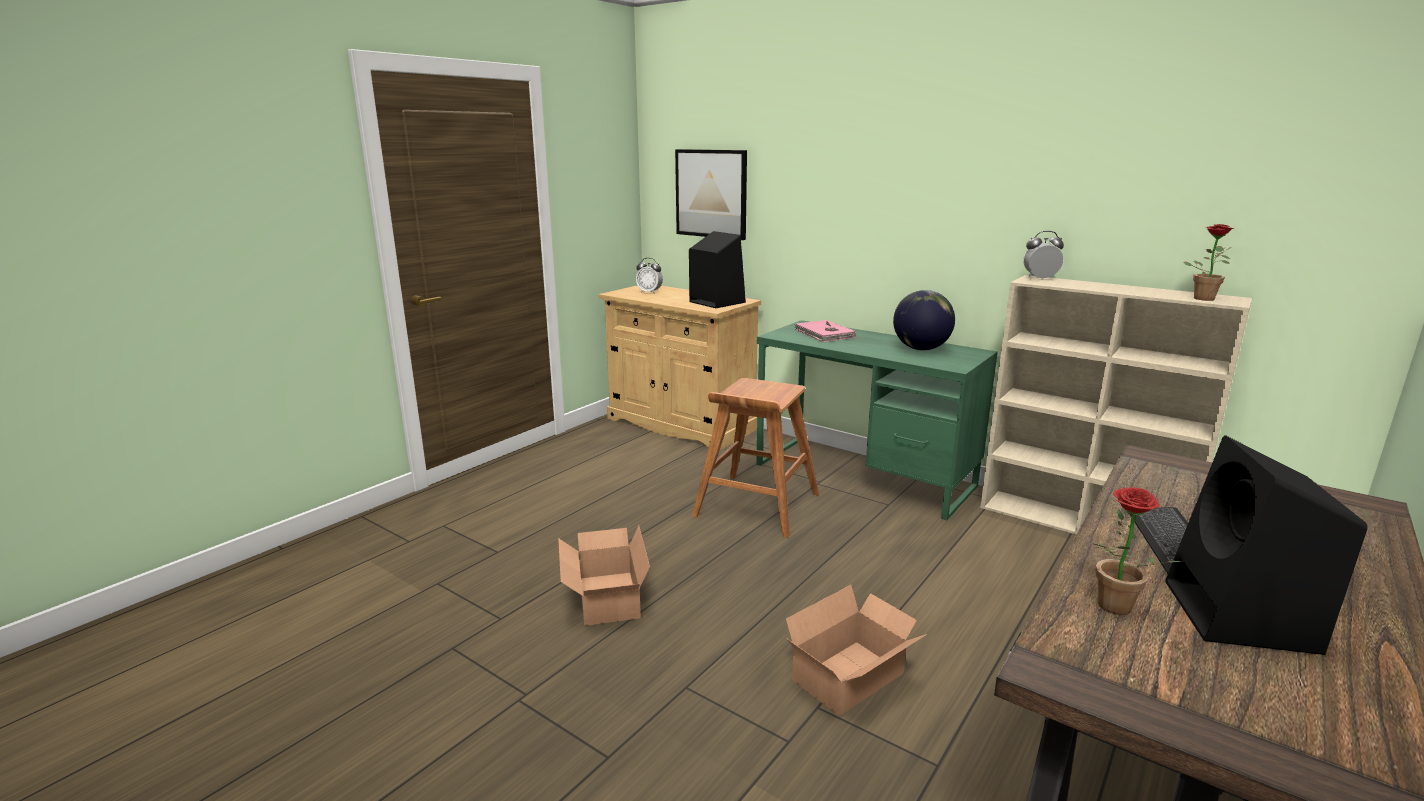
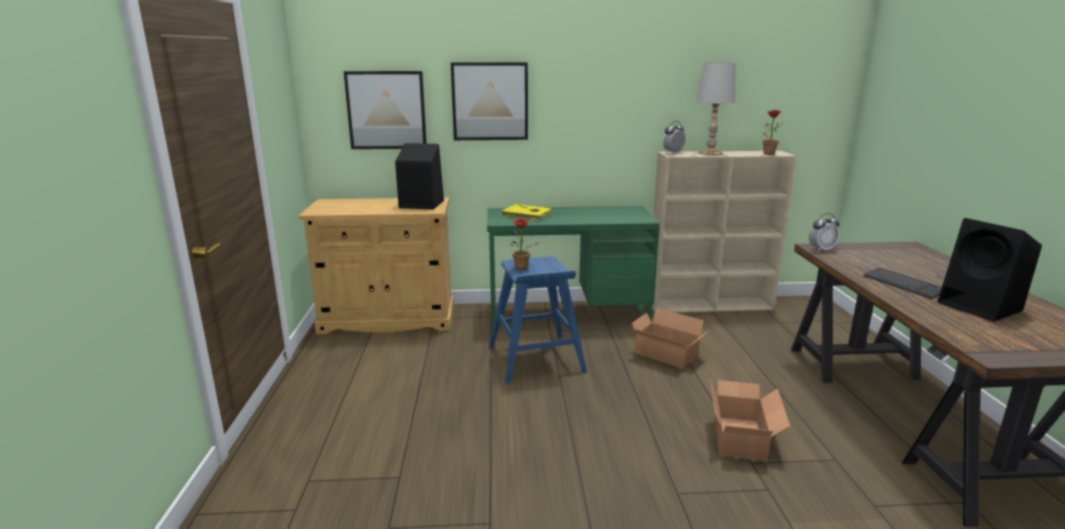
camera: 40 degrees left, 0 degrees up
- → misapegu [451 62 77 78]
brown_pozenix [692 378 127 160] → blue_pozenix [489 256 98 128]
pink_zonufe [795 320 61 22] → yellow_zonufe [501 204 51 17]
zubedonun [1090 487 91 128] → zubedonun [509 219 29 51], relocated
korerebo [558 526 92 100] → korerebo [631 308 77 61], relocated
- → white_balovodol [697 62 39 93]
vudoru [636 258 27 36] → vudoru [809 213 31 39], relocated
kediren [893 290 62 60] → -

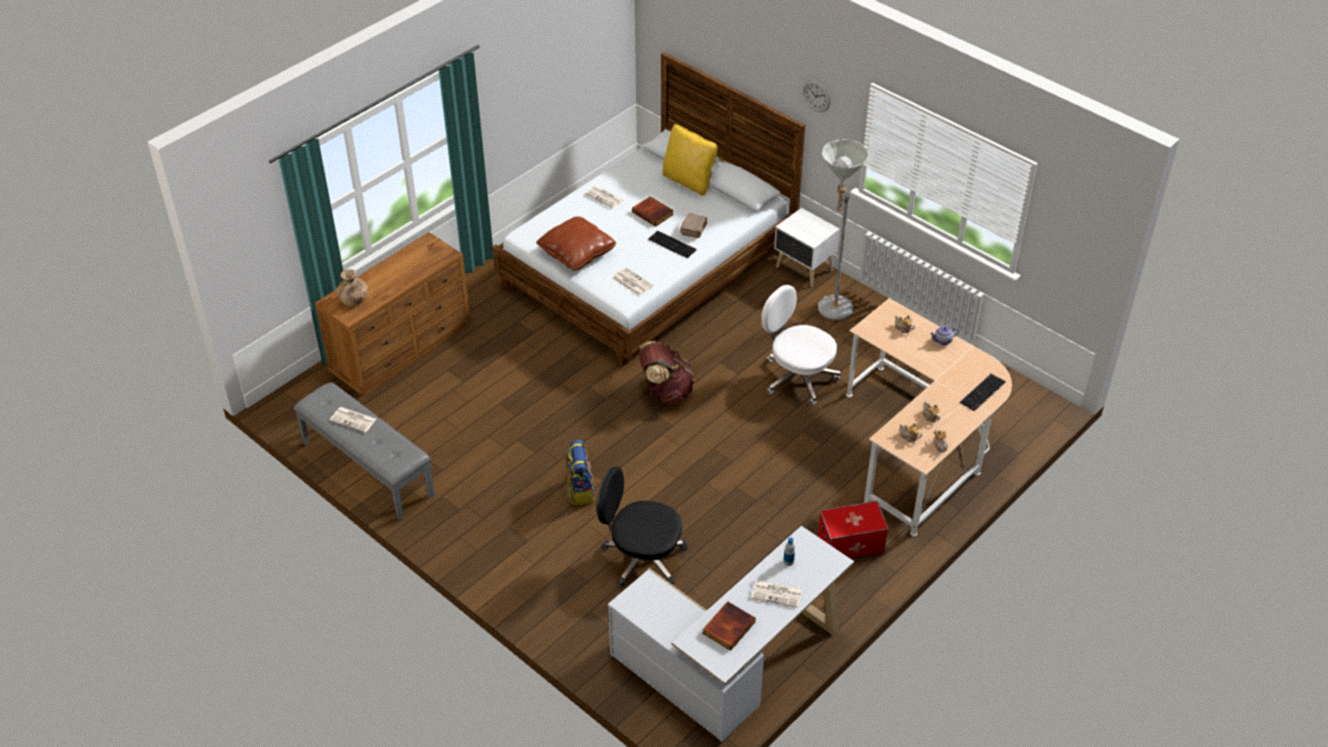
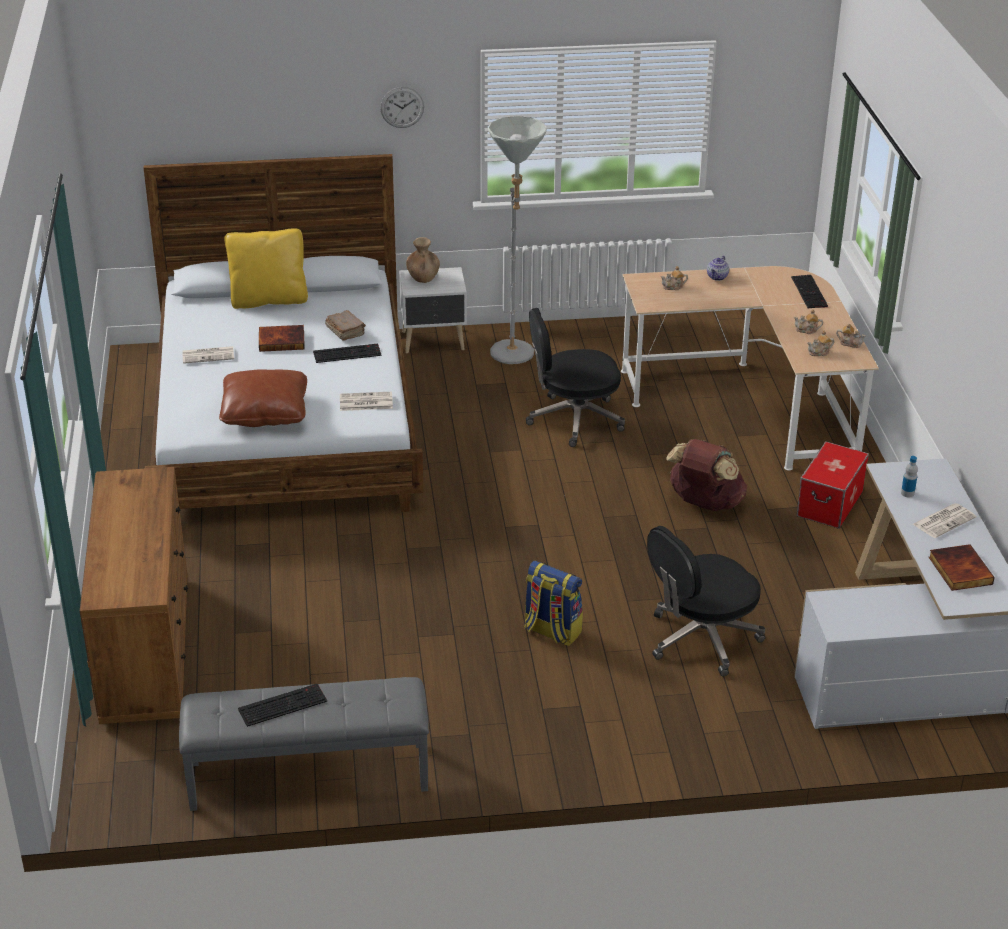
camera: 50 degrees left, 10 degrees down
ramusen [330 407 46 25] → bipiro [238 683 89 44]
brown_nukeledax [336 269 32 37] → brown_nukeledax [406 237 34 46], relocated
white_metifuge [761 285 80 120] → black_metifuge [526 308 99 139]
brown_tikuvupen [639 341 56 63] → brown_tikuvupen [666 439 81 72], relocated

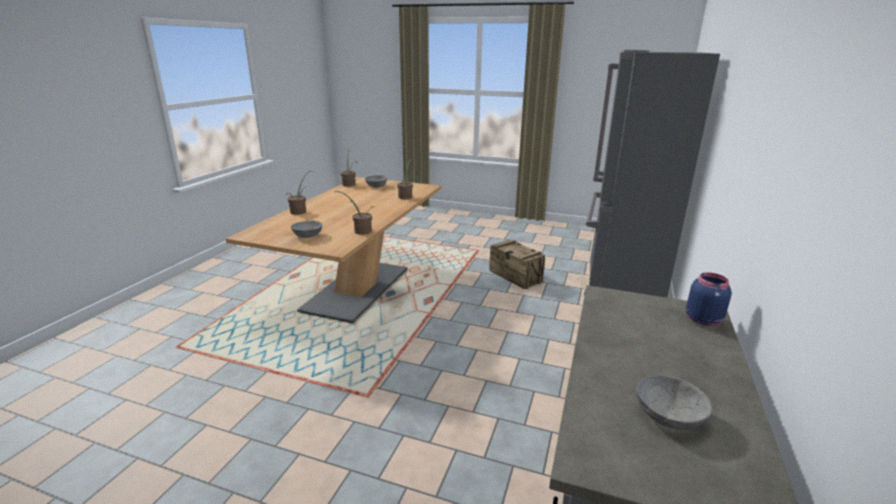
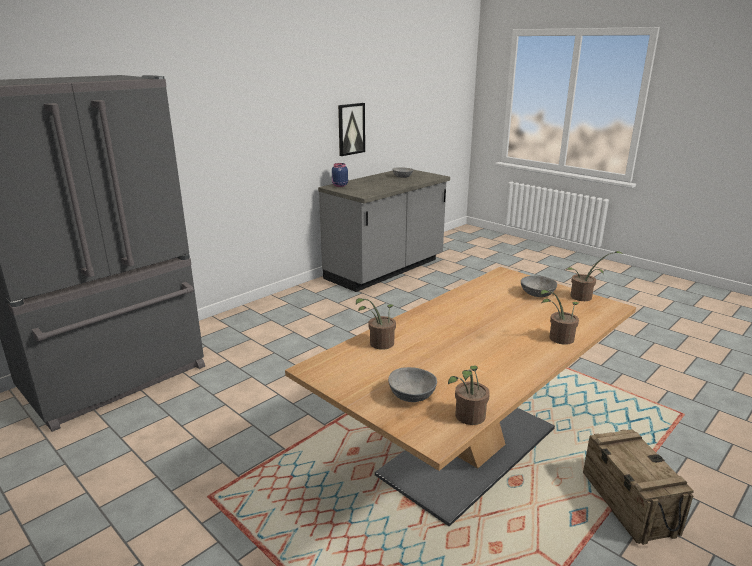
camera: 155 degrees left, 0 degrees up
- → misapegu [338 103 27 53]
zubedonun [332 191 43 44] → zubedonun [567 251 57 50], relocated
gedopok [489 240 56 49] → gedopok [583 429 111 116], relocated

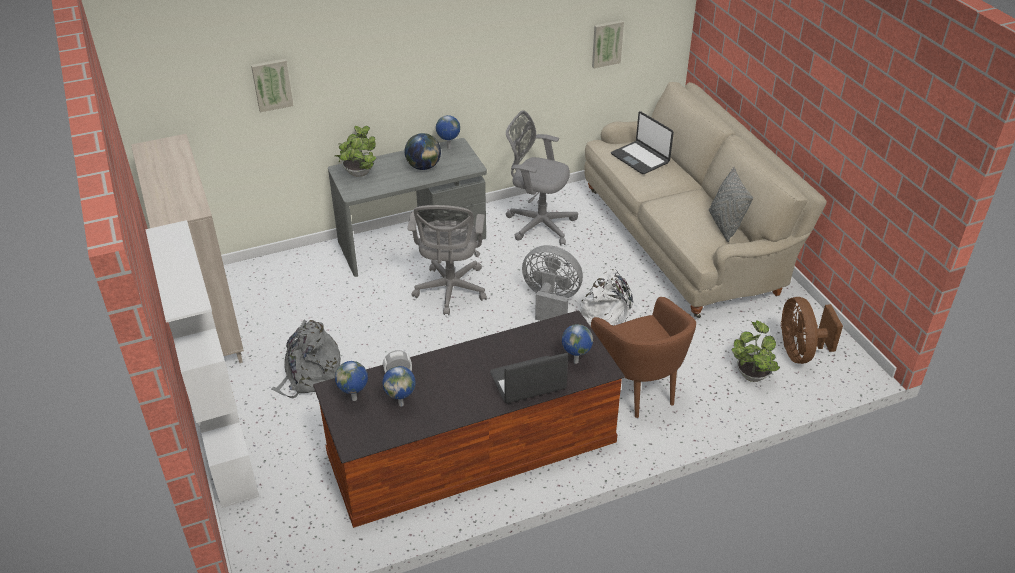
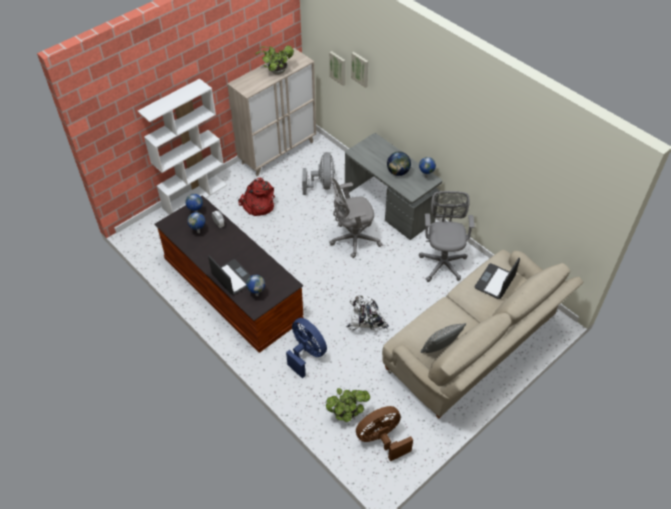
camera: 70 degrees right, 10 degrees up
grey_tikuvupen [271 320 70 78] → red_tikuvupen [238 178 37 38]
zubedonun [335 126 42 51] → zubedonun [256 45 38 30], relocated
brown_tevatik [591 297 105 121] → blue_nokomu [286 318 41 60]
grey_nokomu [522 245 61 76] → grey_nokomu [302 152 33 43], relocated
misapegu [592 20 32 48] → misapegu [329 51 16 35], relocated

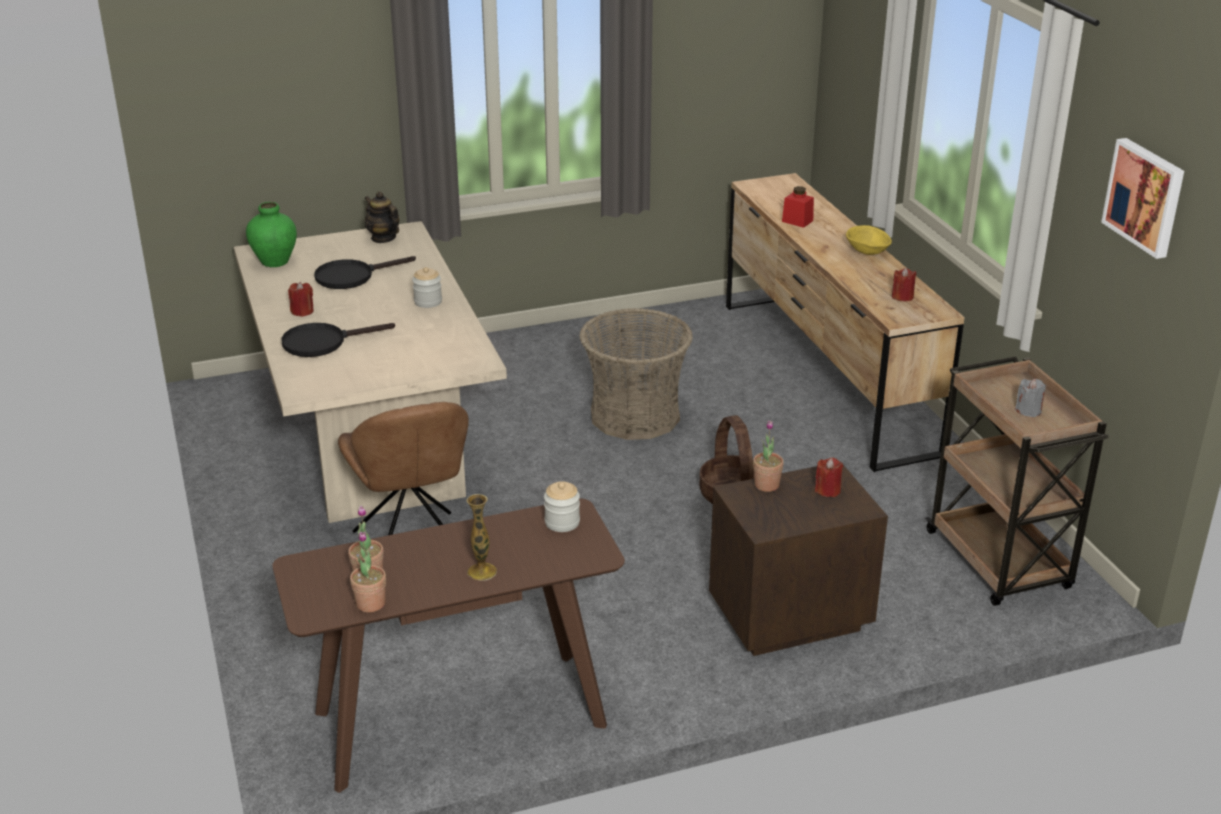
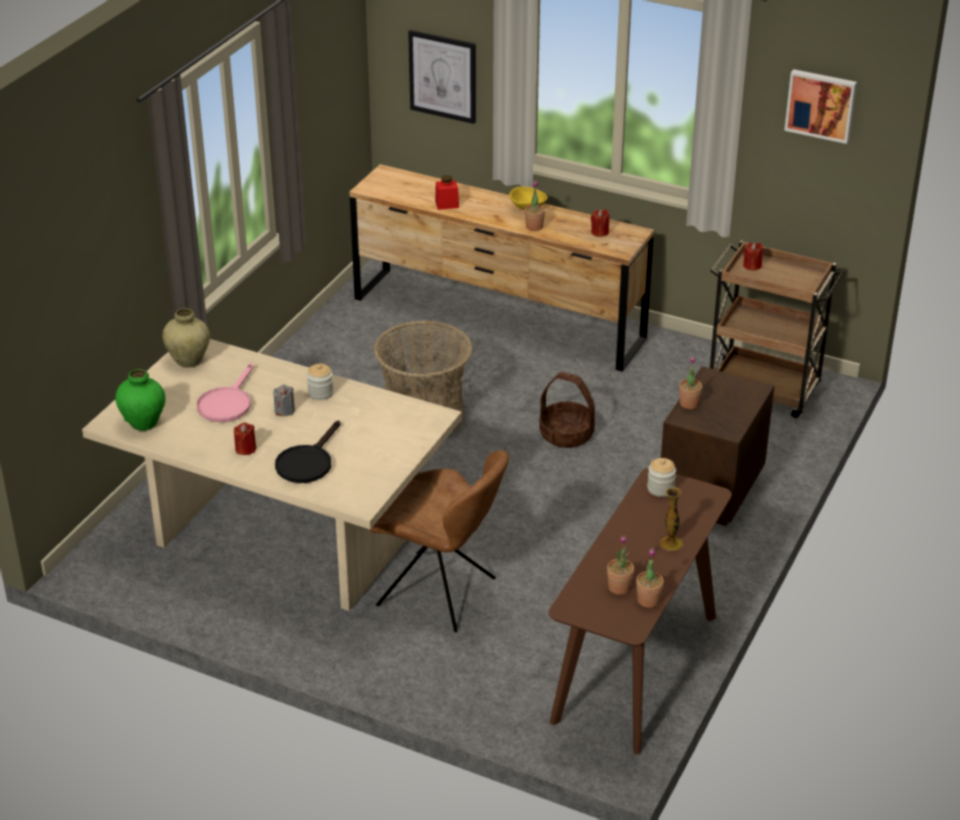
camera: 45 degrees left, 5 degrees up
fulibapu [365 191 34 52] → beige_nukeledax [162 308 48 60]
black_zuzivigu [314 256 102 33] → pink_zuzivigu [197 363 57 59]
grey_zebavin [1015 379 31 38] → grey_zebavin [273 385 22 31], relocated
- → misapegu [408 30 68 94]
- → zubedonun [525 181 20 50]
red_zebavin [815 457 28 40] → red_zebavin [743 242 20 28], relocated

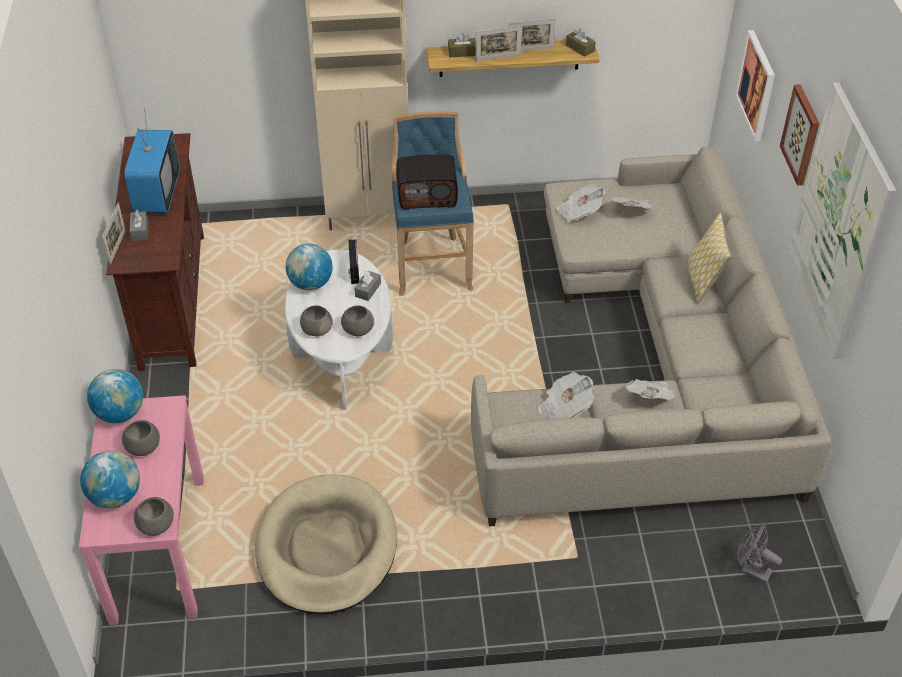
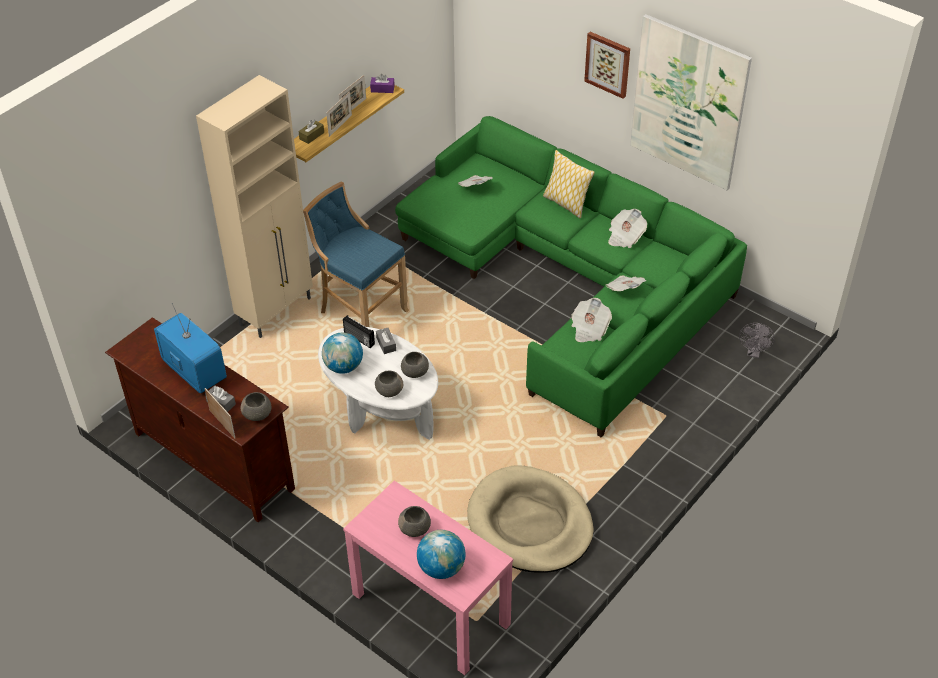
camera: 45 degrees left, 0 degrees up
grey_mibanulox [134 497 40 39] → grey_mibanulox [240 392 32 29], relocated
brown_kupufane [566 29 30 28] → purple_kupufane [370 74 25 19]
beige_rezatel [471 147 360 379] → green_rezatel [395 116 352 321]
ramusen [556 184 50 38] → ramusen [608 209 39 39], relocated
grey_nokomu [737 525 45 58] → grey_nokomu [739 323 36 35], 60 degrees counterclockwise
kediren [87 369 56 54] → -
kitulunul [396 154 62 56] → -
misapegu [735 30 40 111] → -

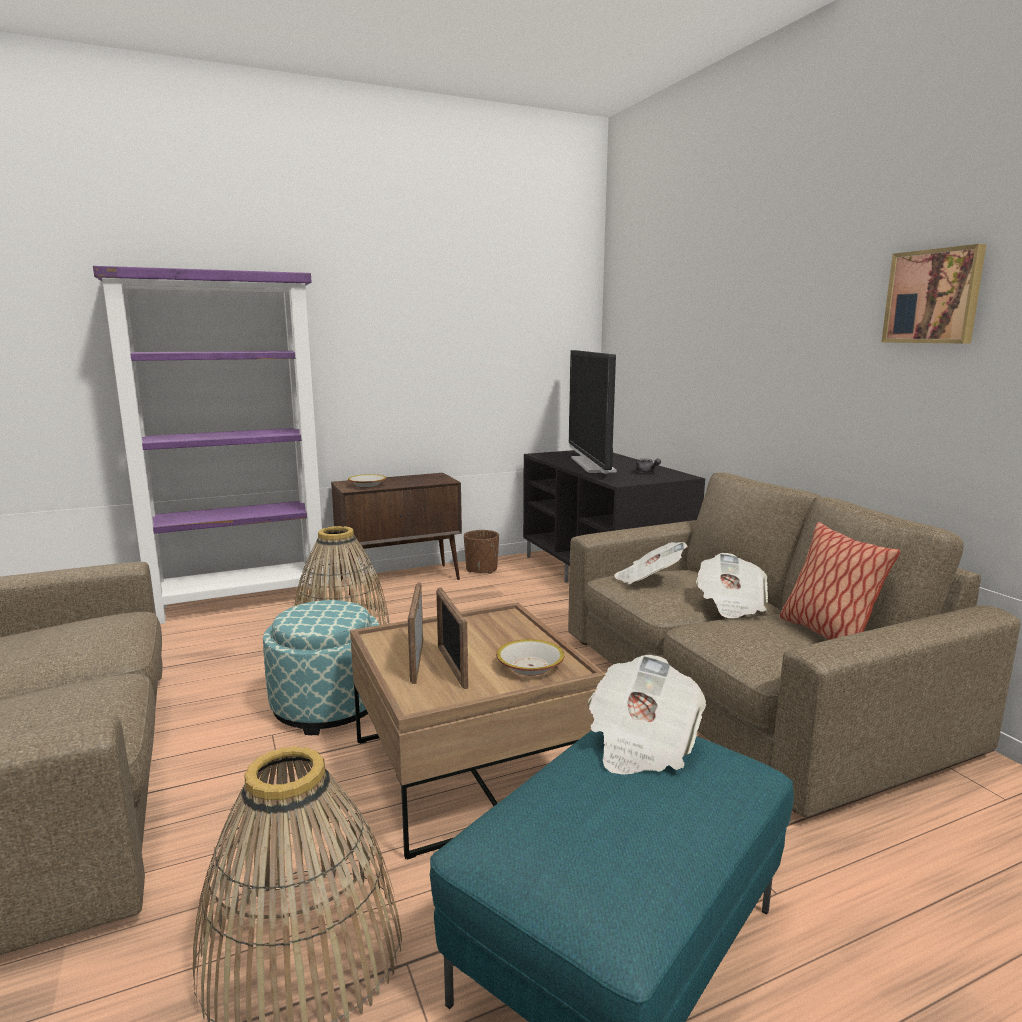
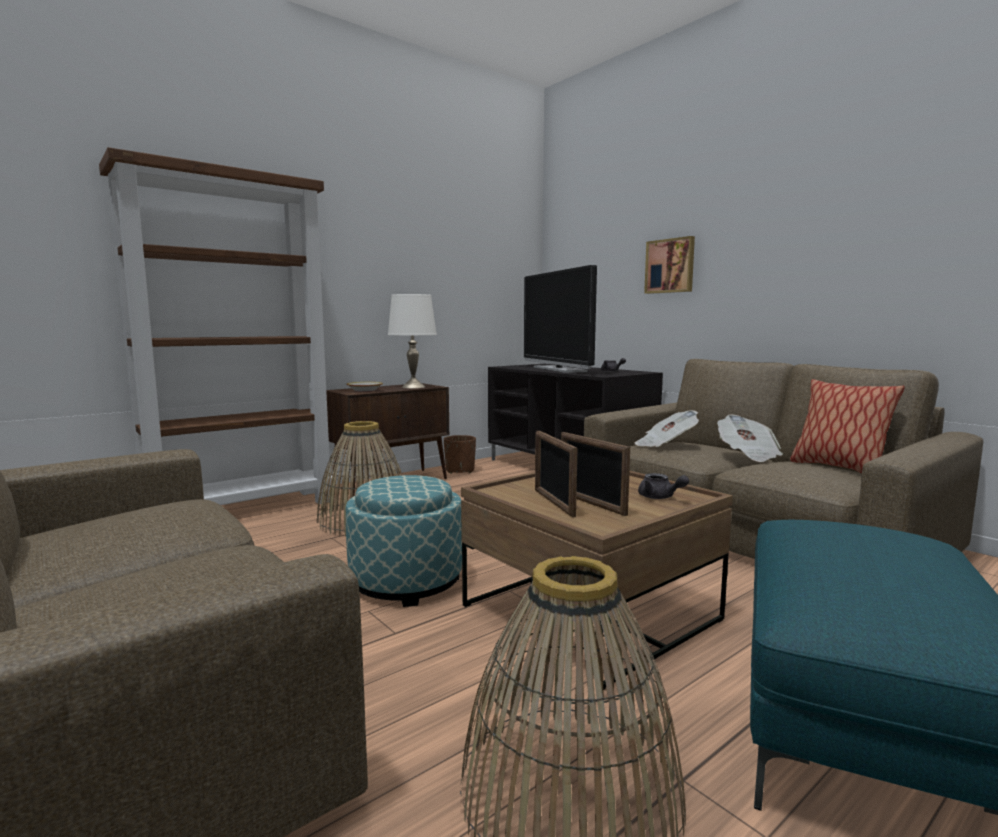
camera: 15 degrees left, 5 degrees down
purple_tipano [93 266 236 358] → brown_tipano [99 147 235 358]
- → white_balovodol [388 294 49 94]
mibanulox [496 639 69 36] → grey_fulibapu [638 473 51 26]
misapegu [881 244 105 99] → misapegu [644 236 51 58], relocated
ramusen [588 655 118 120] → -

